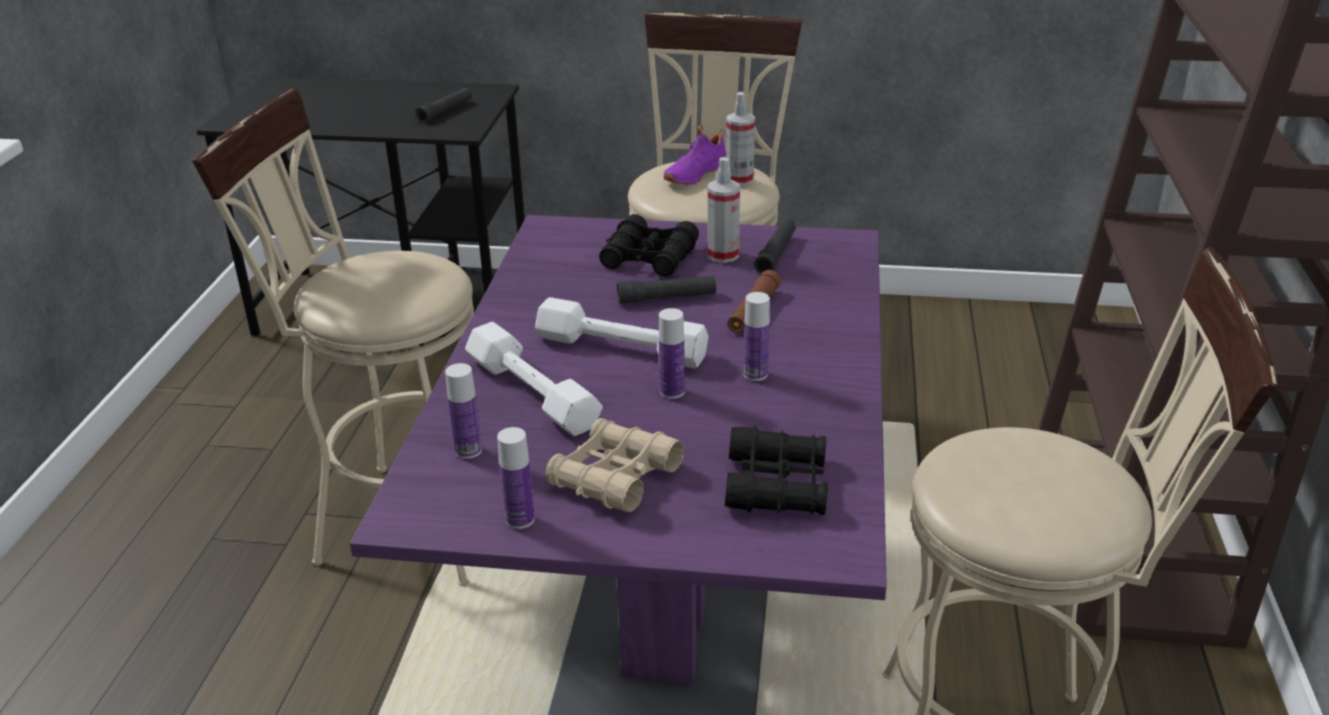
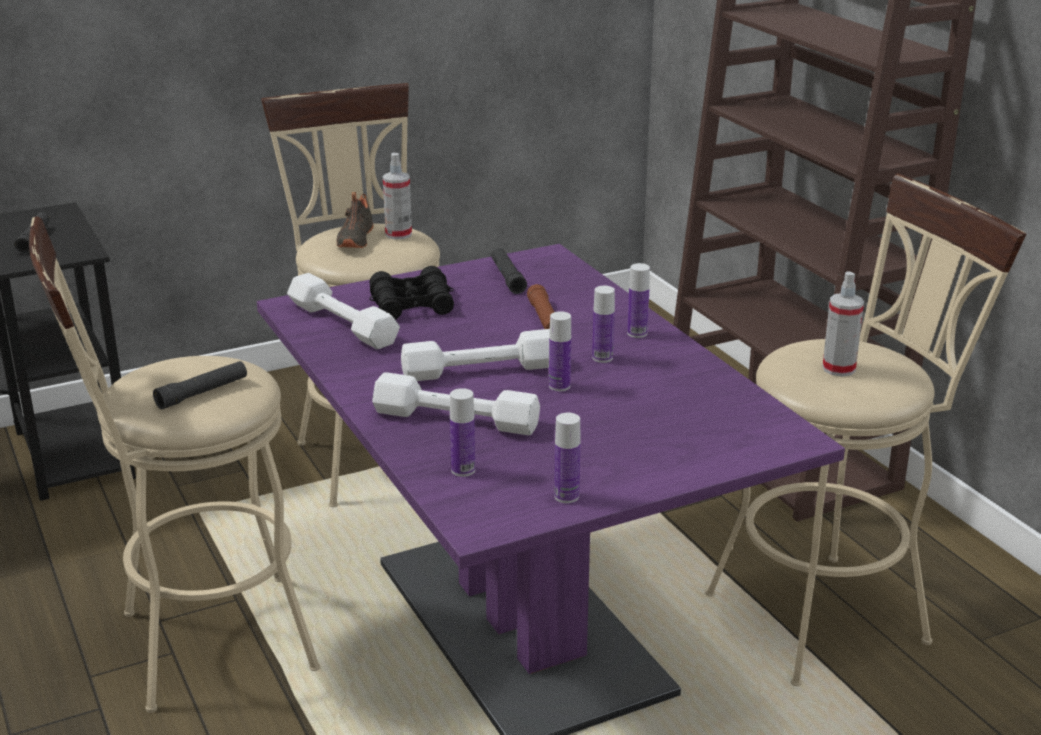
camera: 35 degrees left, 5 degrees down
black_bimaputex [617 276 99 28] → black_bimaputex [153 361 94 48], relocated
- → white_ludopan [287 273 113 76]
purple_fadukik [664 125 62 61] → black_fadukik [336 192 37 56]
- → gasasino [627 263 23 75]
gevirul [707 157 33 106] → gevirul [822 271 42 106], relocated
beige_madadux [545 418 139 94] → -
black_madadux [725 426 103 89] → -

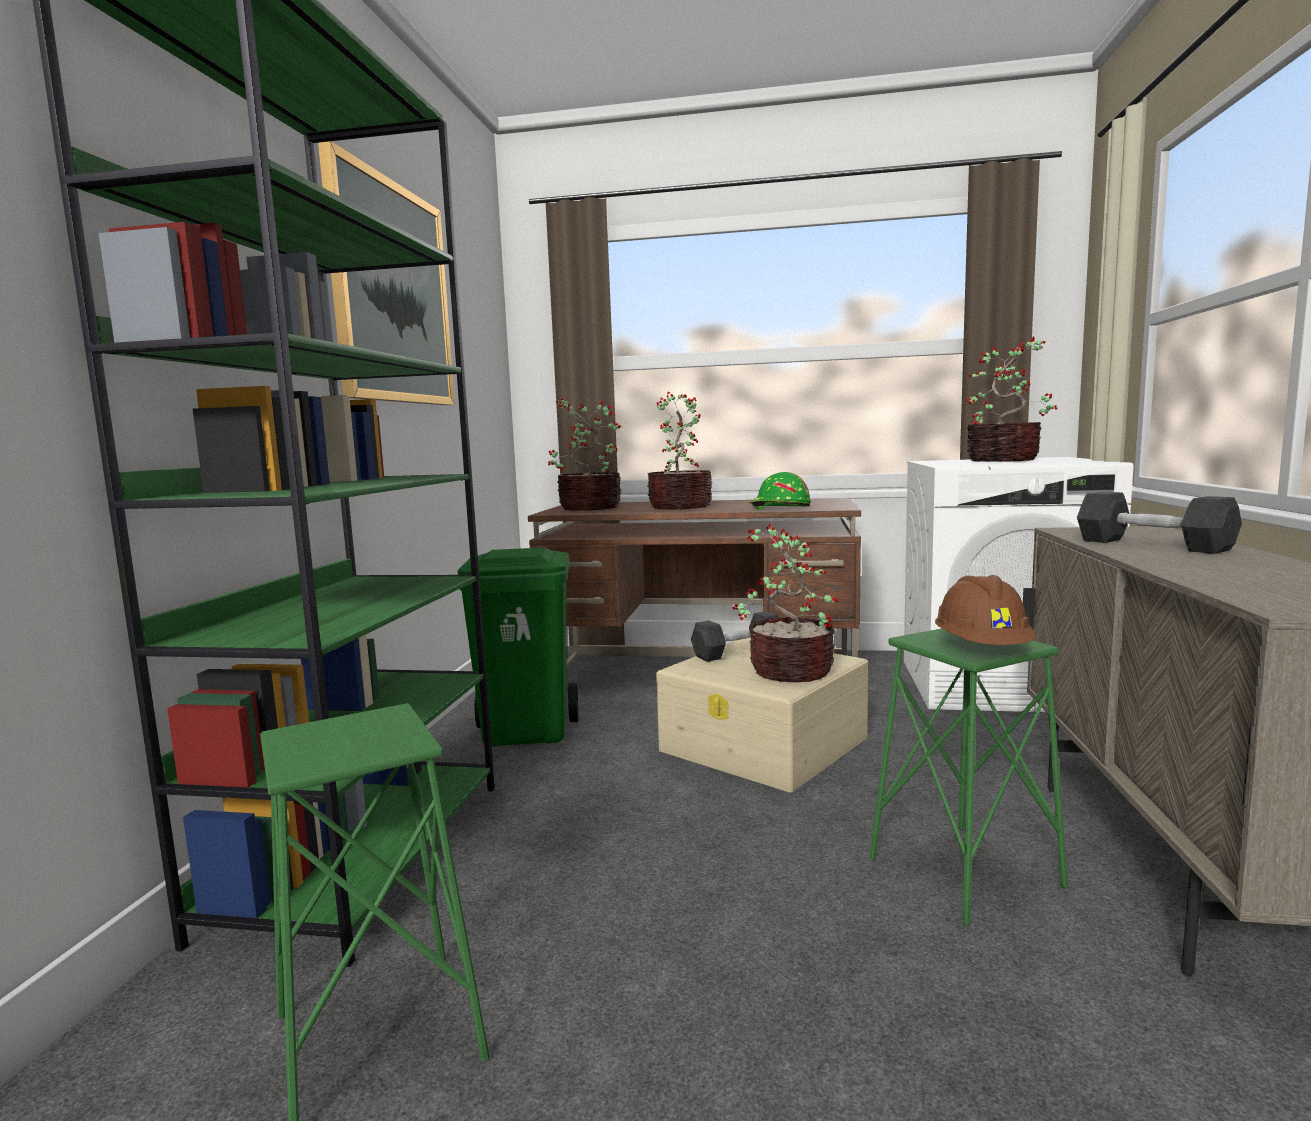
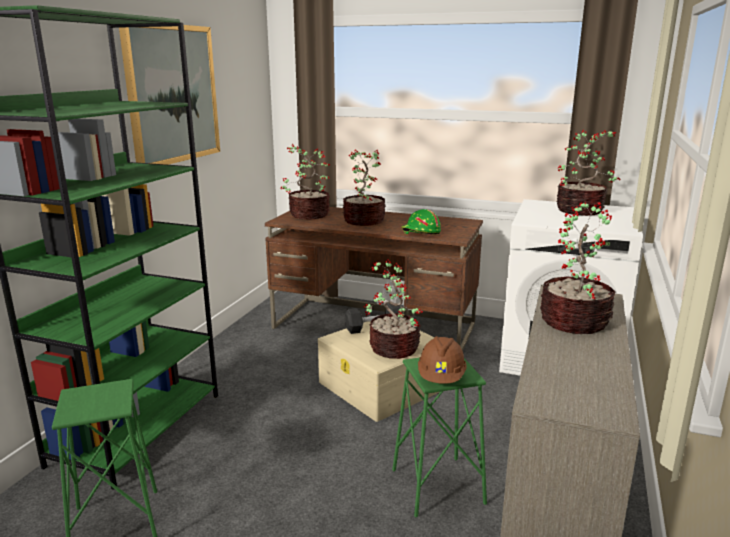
camera: 10 degrees right, 10 degrees up
grey_ludopan [1077 492 165 62] → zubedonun [540 202 75 132]
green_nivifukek [458 547 120 200] → -

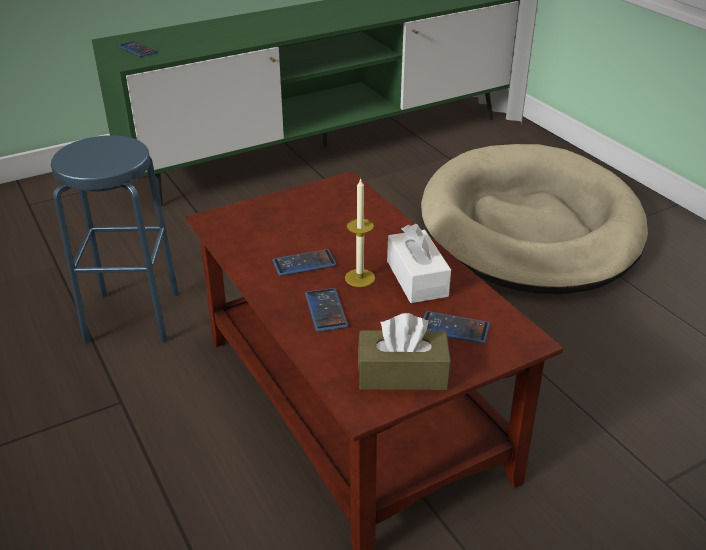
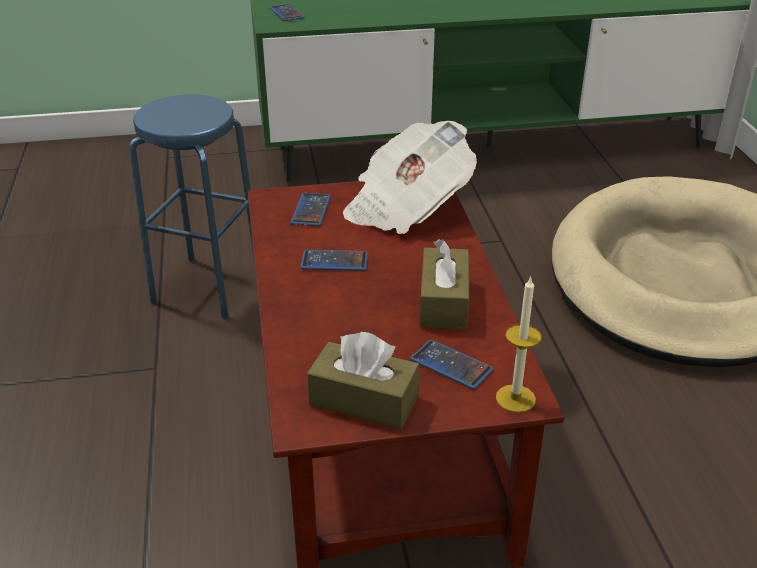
camera: 20 degrees right, 0 degrees up
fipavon [305 288 43 44] → fipavon [290 193 41 33], relocated
- → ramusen [343 121 134 113]
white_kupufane [387 224 64 79] → brown_kupufane [420 239 49 91]
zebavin [345 177 30 110] → zebavin [496 276 46 137], relocated

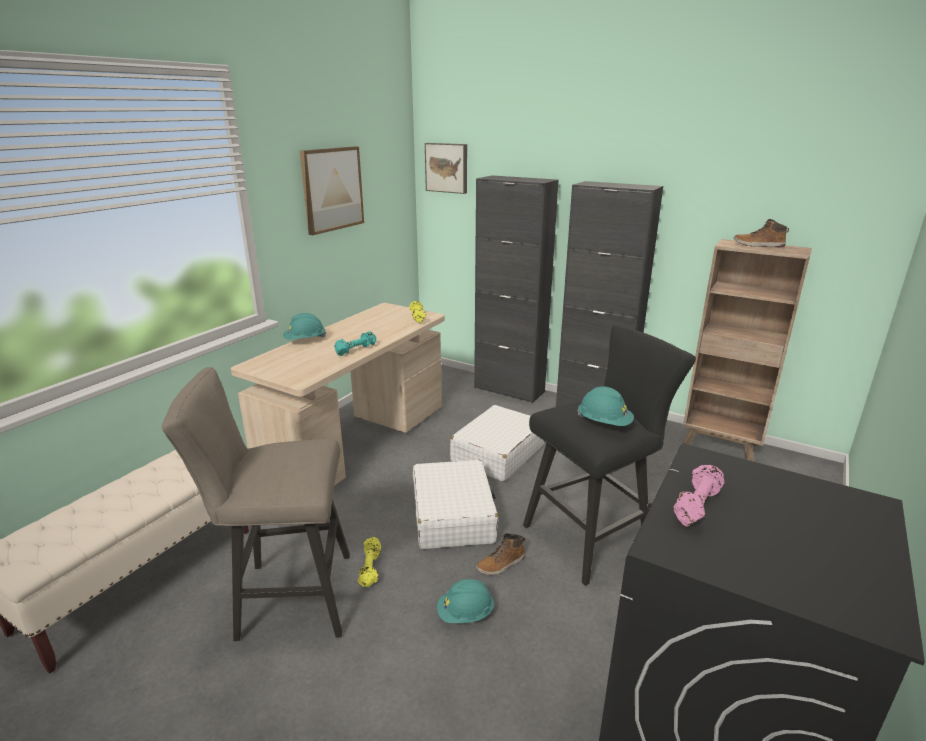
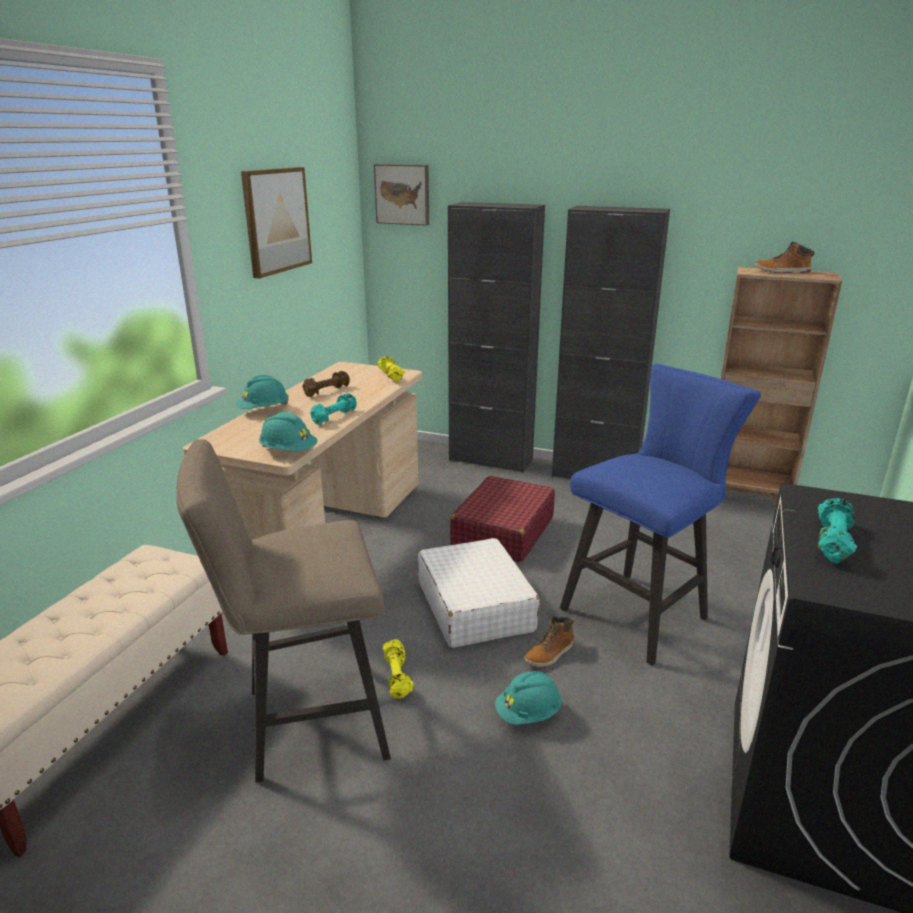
camera: 10 degrees left, 0 degrees up
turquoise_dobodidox [577 386 57 40] → turquoise_dobodidox [259 412 59 39], relocated
- → brown_ludopan [303 371 47 26]
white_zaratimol [450 405 94 77] → red_zaratimol [450 476 105 87]
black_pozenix [523 324 173 262] → blue_pozenix [560 364 201 302]
pink_ludopan [673 465 51 62] → turquoise_ludopan [818 498 39 66]

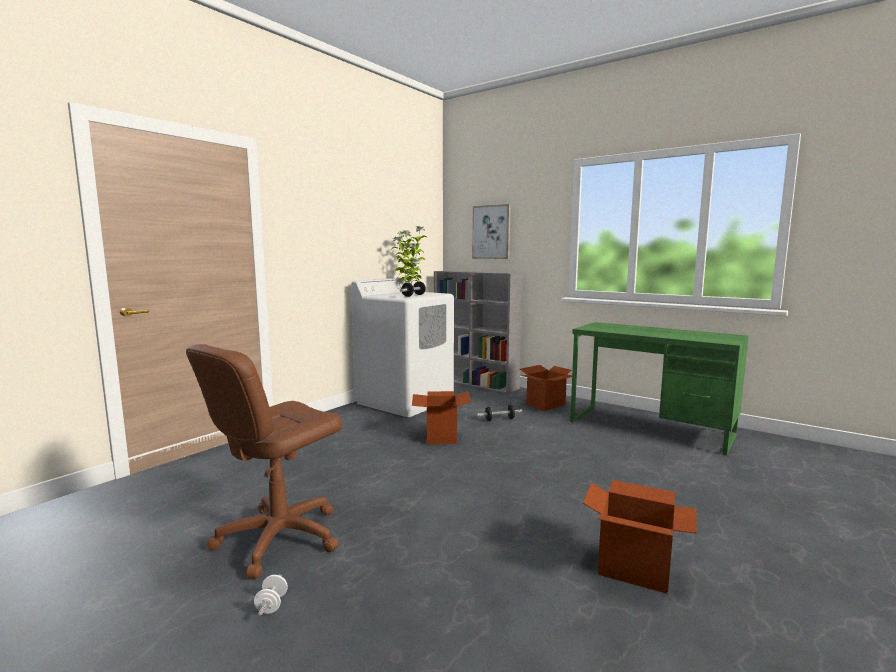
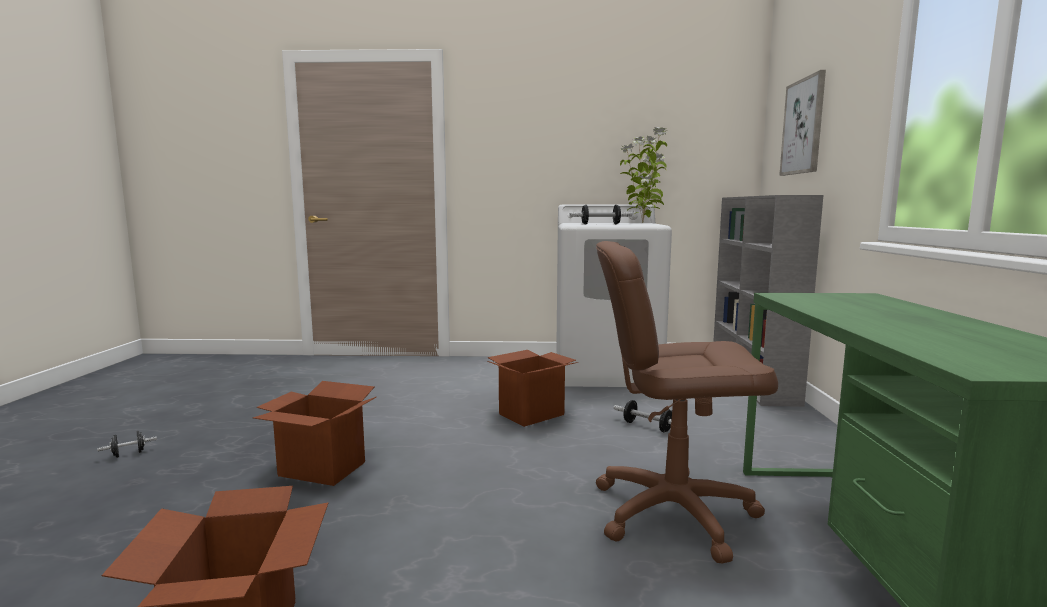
camera: 55 degrees right, 0 degrees up
white_ludopan [254 574 34 42] → black_ludopan [97 431 60 27]
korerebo [520 365 52 46] → korerebo [253 381 123 105], relocated
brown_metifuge [186 344 156 235] → brown_metifuge [596 241 182 323], relocated

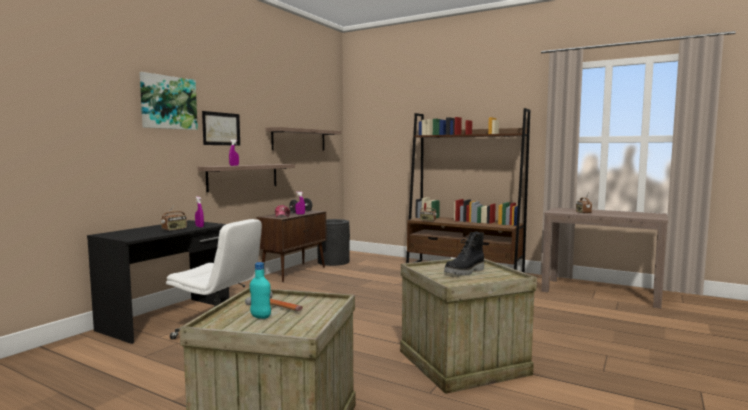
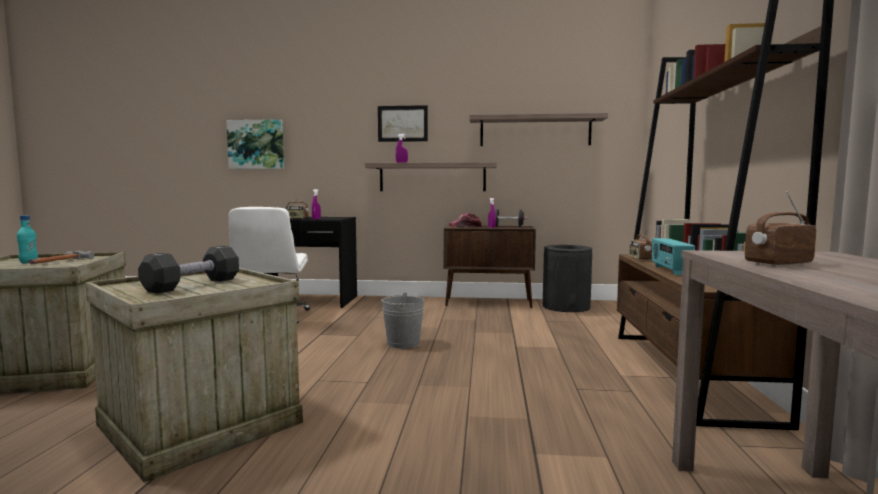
camera: 65 degrees right, 0 degrees up
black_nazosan [444 231 40 44] → black_ludopan [138 246 101 48]
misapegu [140 72 58 58] → misapegu [226 119 58 50], relocated
- → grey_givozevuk [381 293 43 55]
- → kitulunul [652 238 43 37]

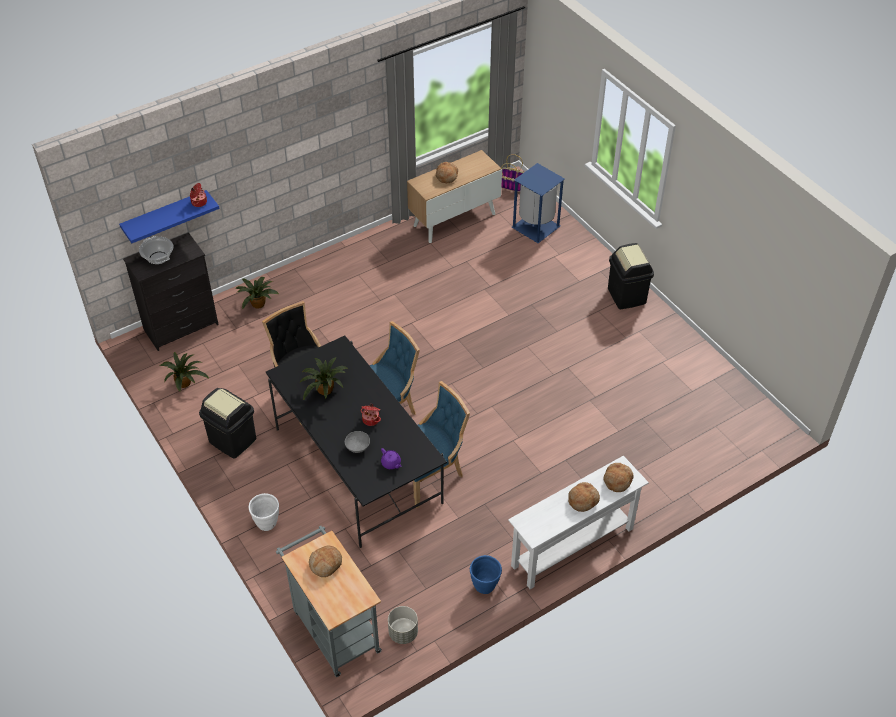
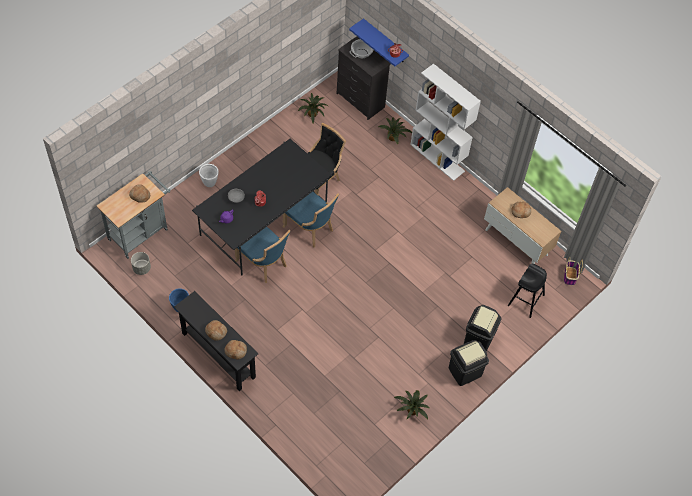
camera: 75 degrees right, 10 degrees up
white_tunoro [508 455 141 134] → black_tunoro [174 291 84 100]
zubedonun [299 357 49 43] → zubedonun [394 390 36 29], relocated
- → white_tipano [410 64 71 117]
black_nivifukek [199 388 57 71] → black_nivifukek [464 305 38 46], relocated
blue_nivifukek [512 163 53 80] → black_pozenix [508 264 39 54]

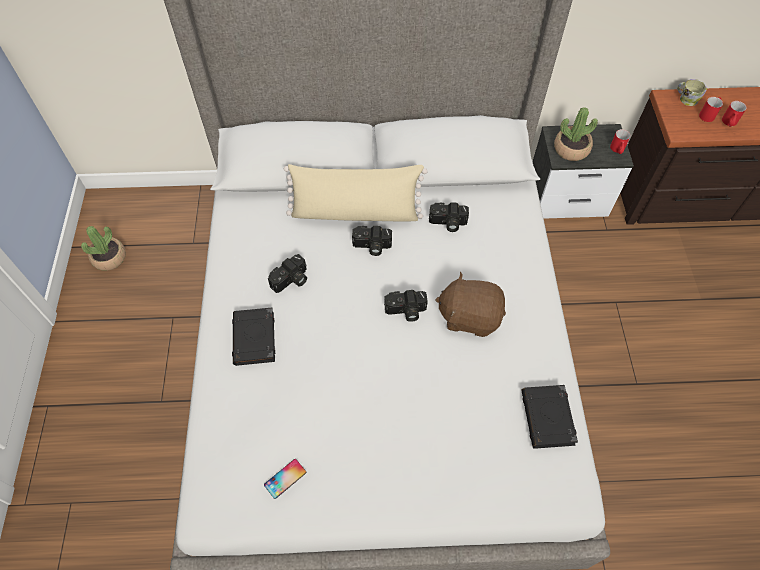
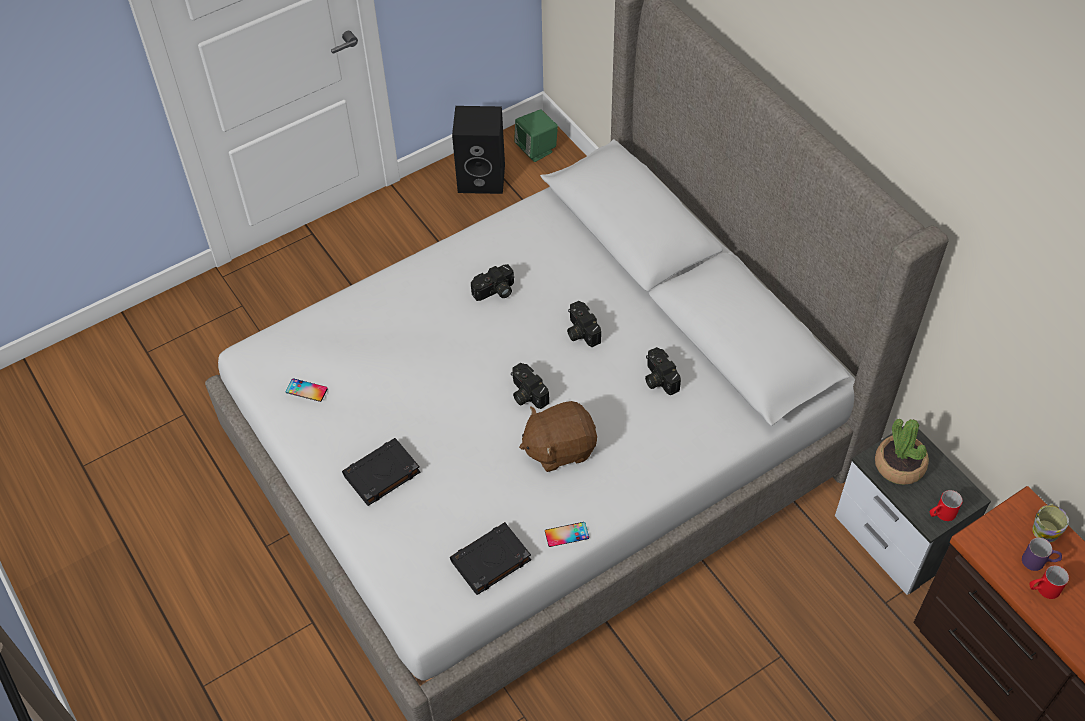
camera: 60 degrees right, 5 degrees down
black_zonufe [232 308 43 58] → black_zonufe [342 438 78 68], relocated
zubedonun [81 226 45 45] → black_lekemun [452 106 53 88]
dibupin [268 254 39 39] → dibupin [471 264 43 37], 45 degrees counterclockwise
- → green_lekemun [514 109 44 53]
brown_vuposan [435 272 71 65] → brown_vuposan [519 401 78 71], 90 degrees counterclockwise
- → fipavon [545 522 44 25]
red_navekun [699 97 24 25] → purple_navekun [1022 538 40 33]
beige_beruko [284 164 144 57] → -

